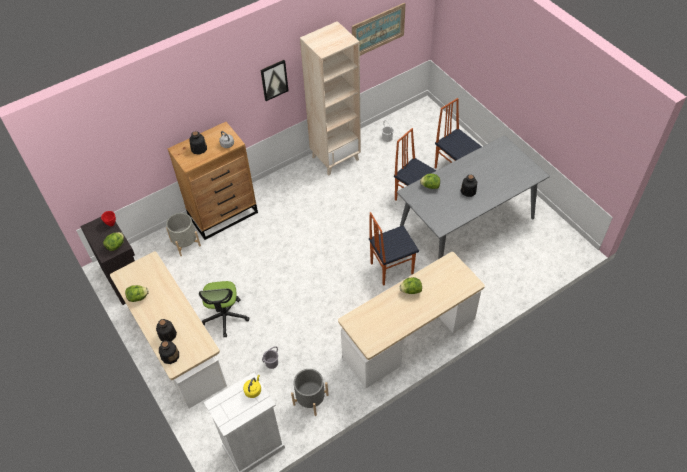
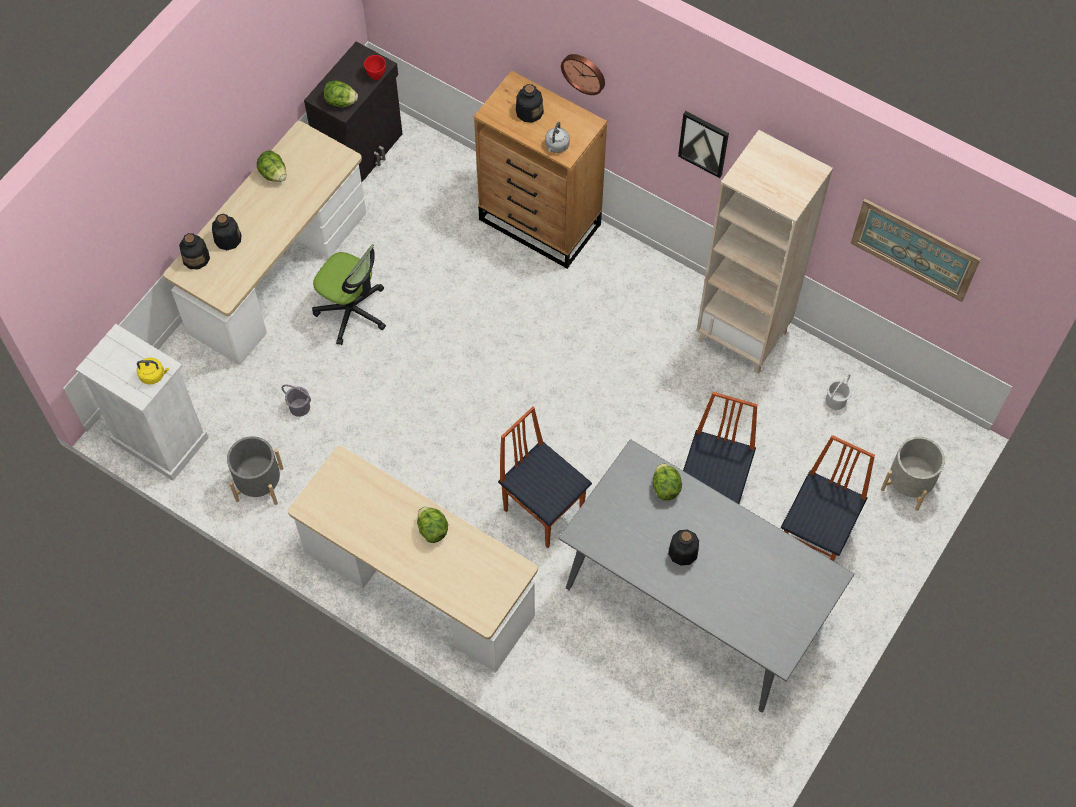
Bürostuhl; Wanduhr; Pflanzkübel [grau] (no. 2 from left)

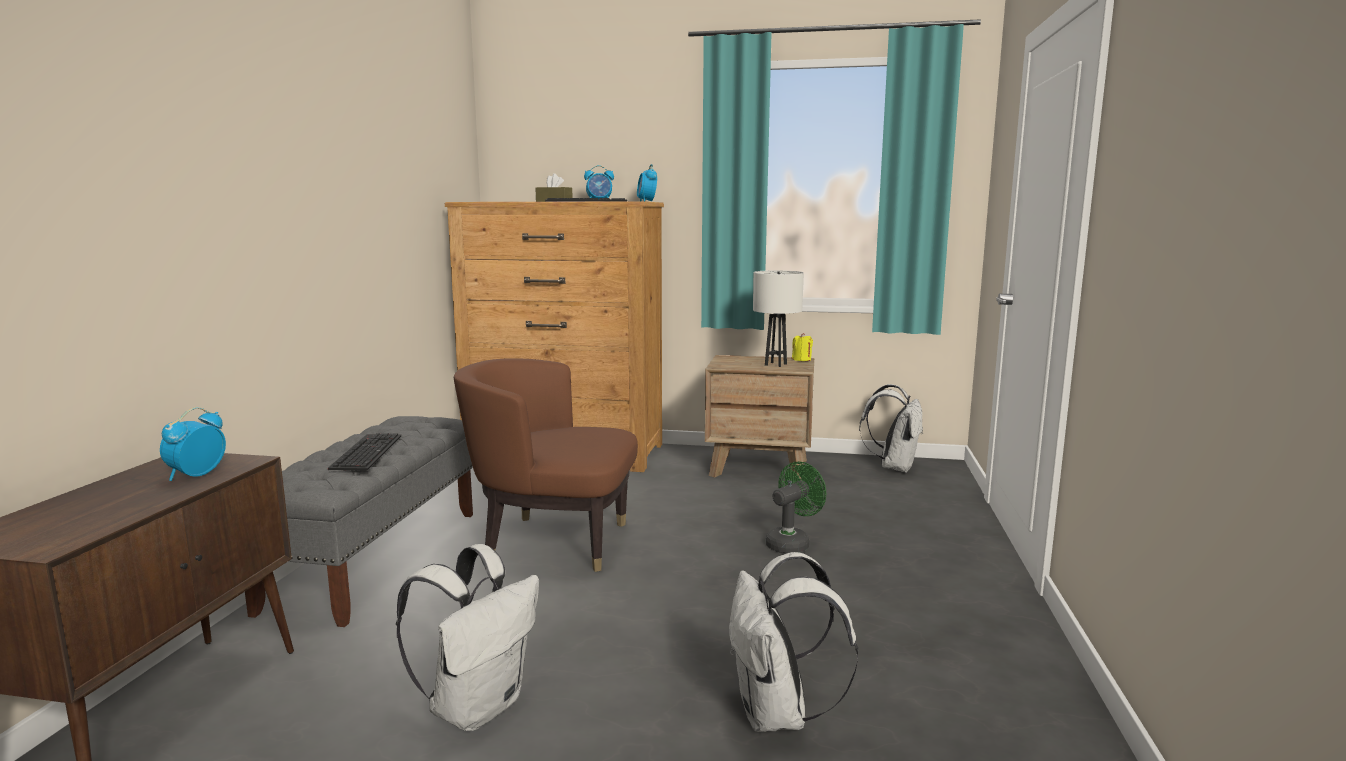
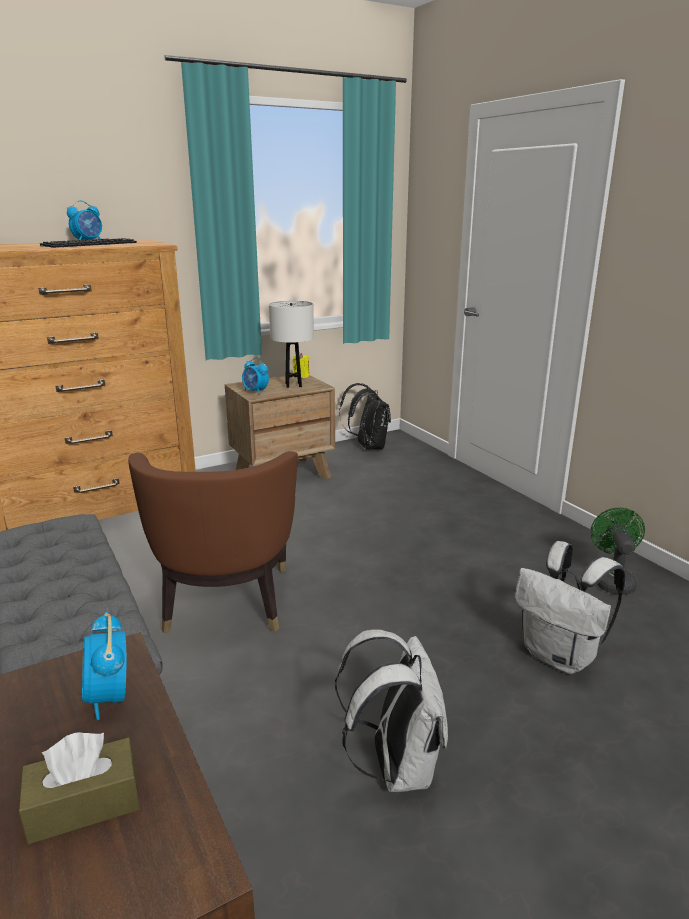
Taschentuchbox [braun]; Sessel [braun]; Wecker (no. 3 from left); Rucksack [schwarz]; Ventilator [grün]; Tastatur (no. 1 from left in the first image)

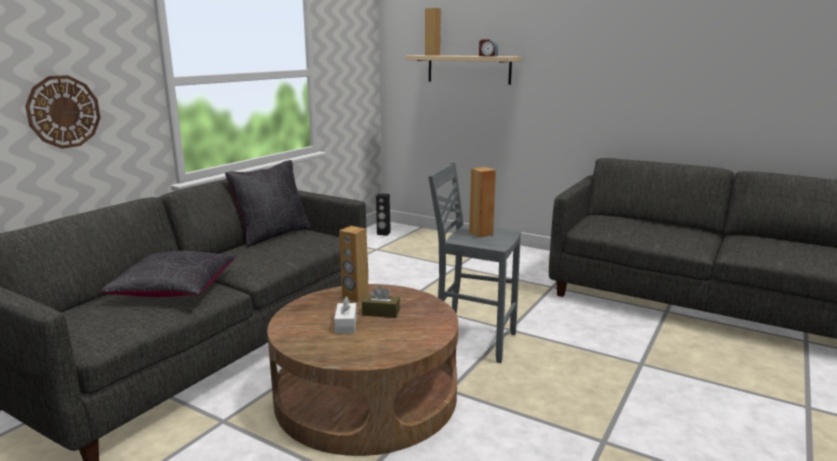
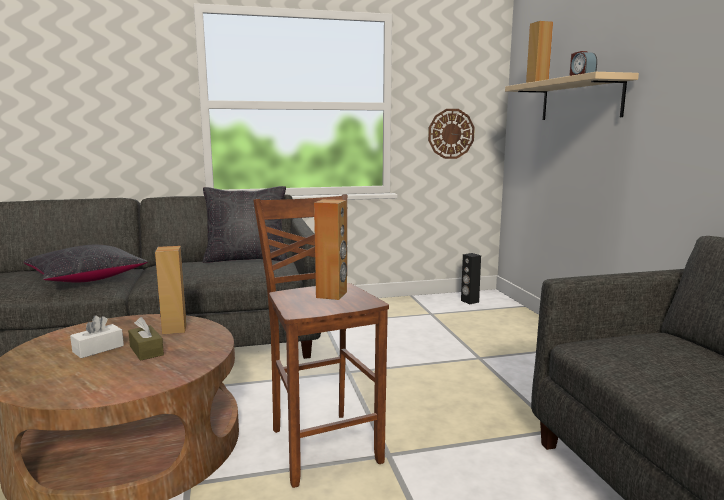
Hocker [braun]; Wanduhr

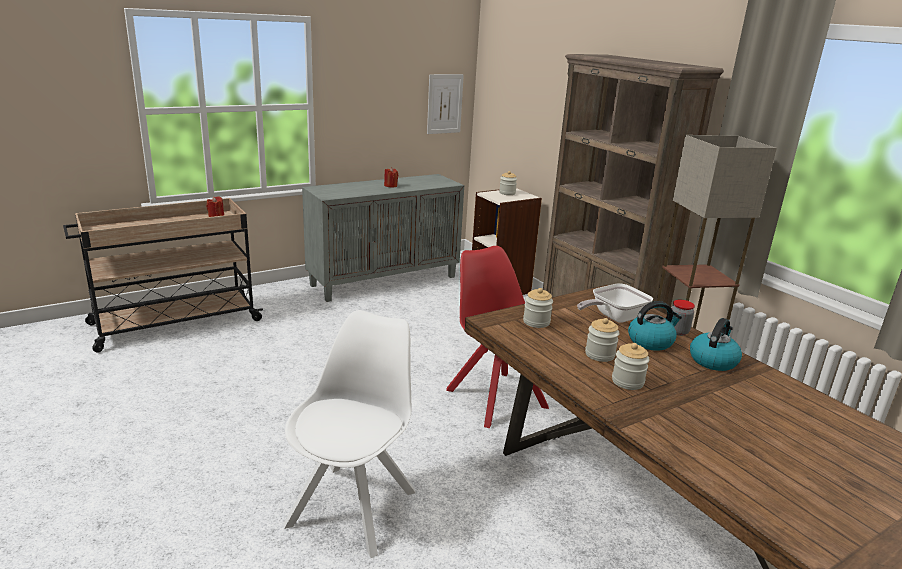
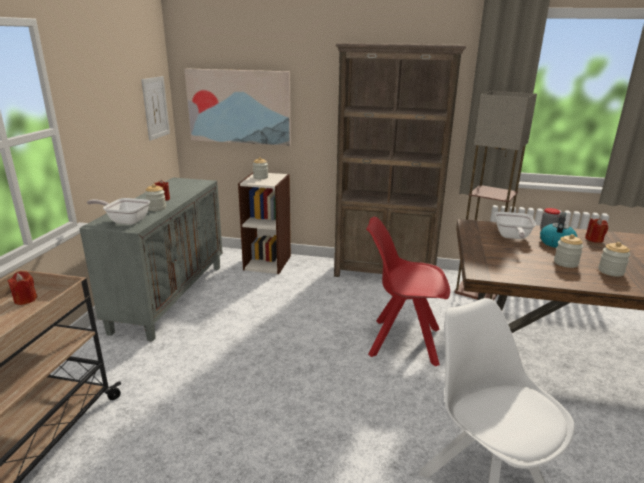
Pfanne (no. 1 from left); Vorratsglas (no. 1 from left); Bild (no. 2 from left); Kerze [rot] (no. 3 from left)

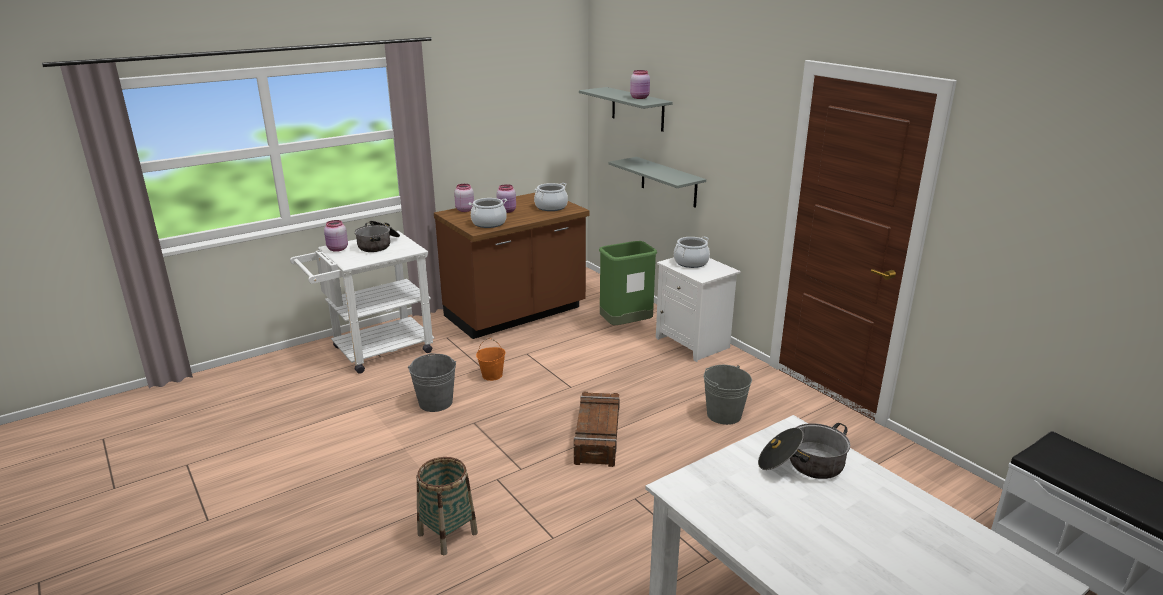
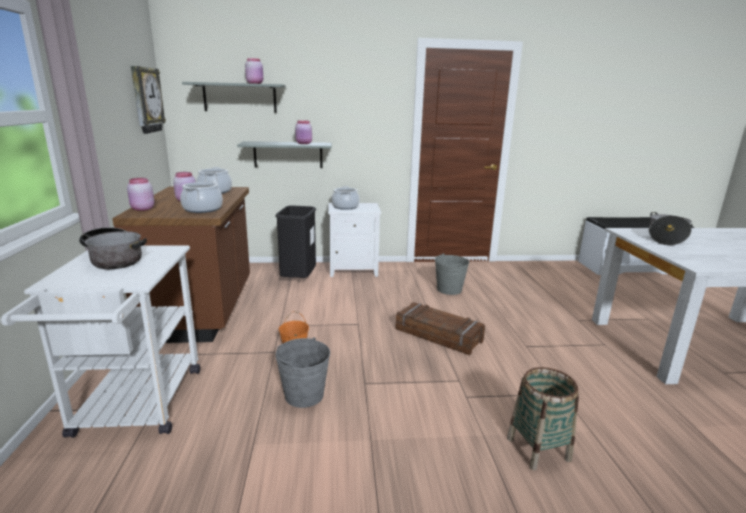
Wanduhr; Mülleimer [schwarz]; Vorratsglas [rosa] (no. 4 from left)

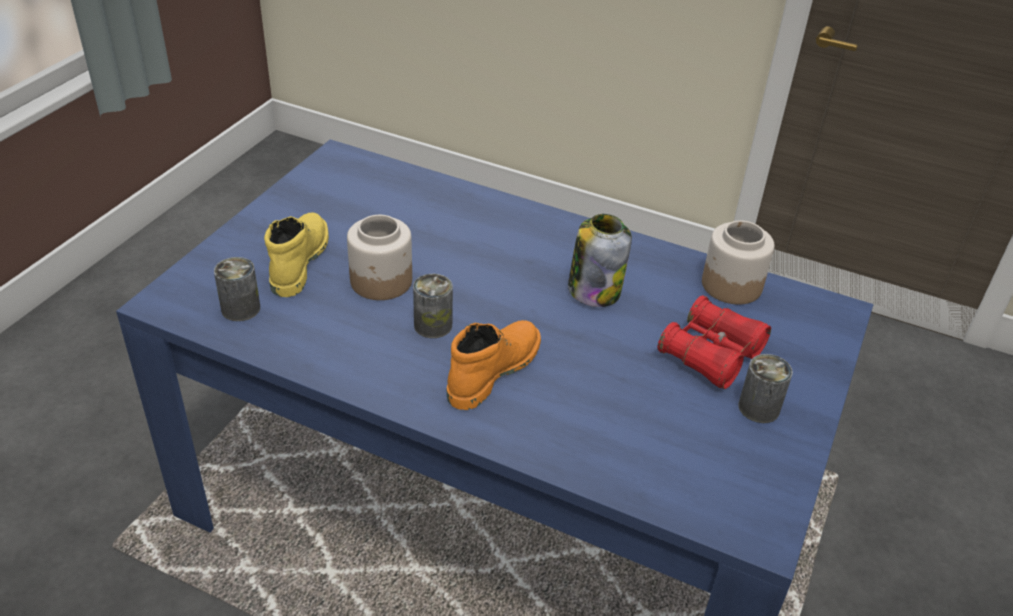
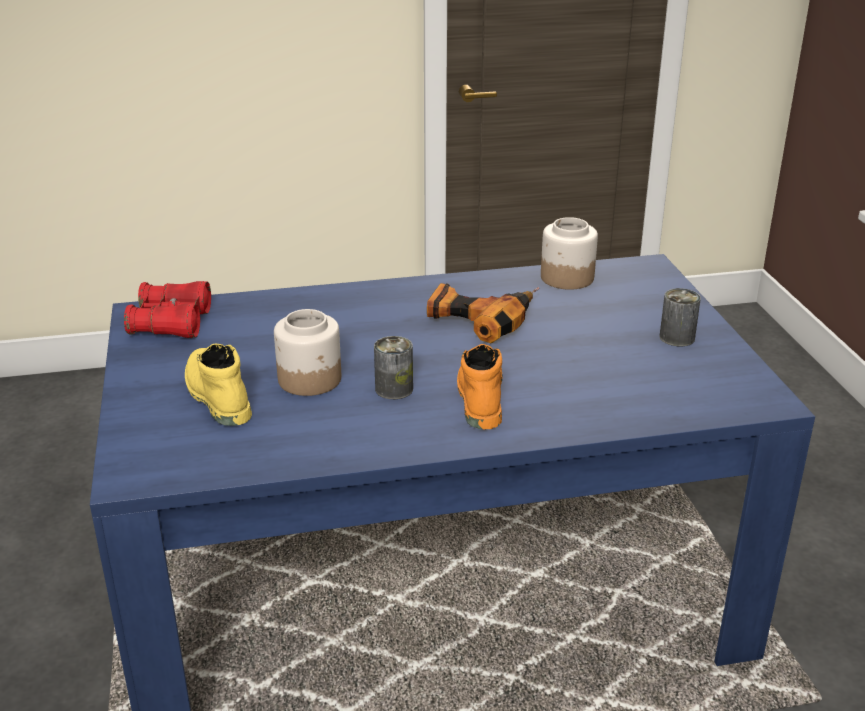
Fernglas [rot]; Bohrmaschine; Dose (no. 1 from left in the first image)

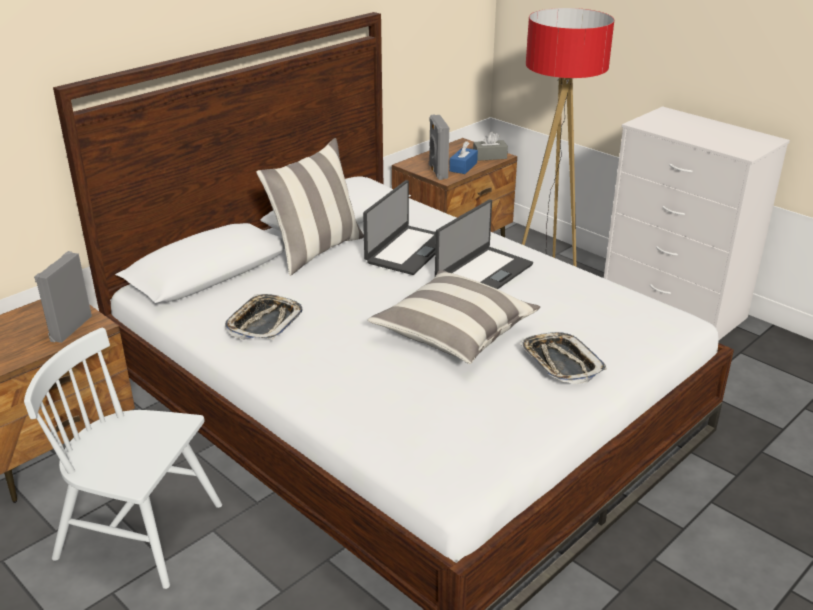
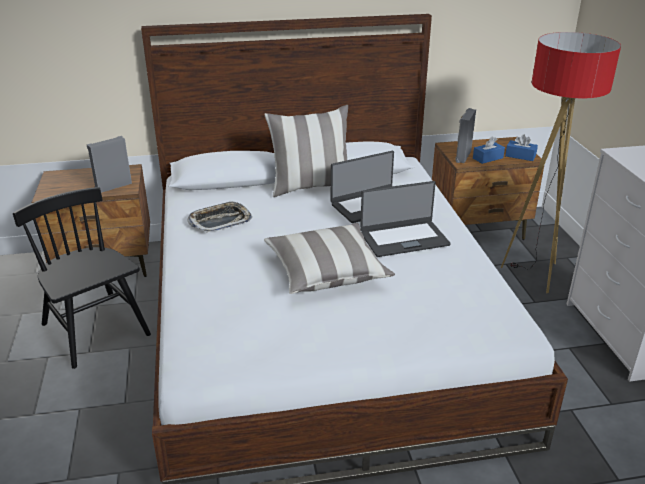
Stuhl [schwarz]; Taschentuchbox [blau] (no. 2 from left); Tablett (no. 2 from left in the first image)

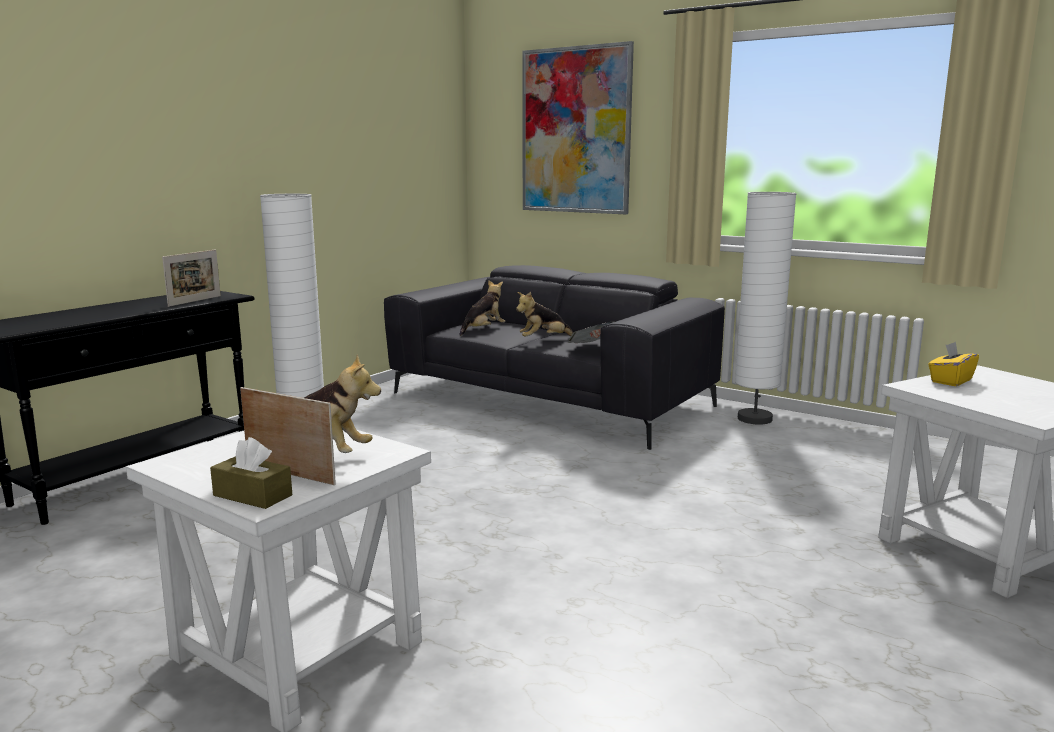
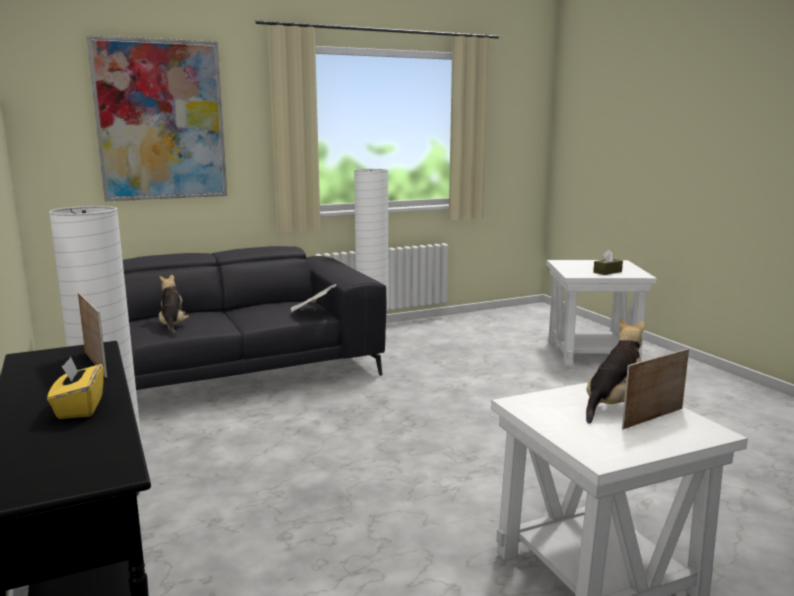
Taschentuchbox [gelb]; Taschentuchbox [braun]; Plüschtier (no. 3 from left in the first image)

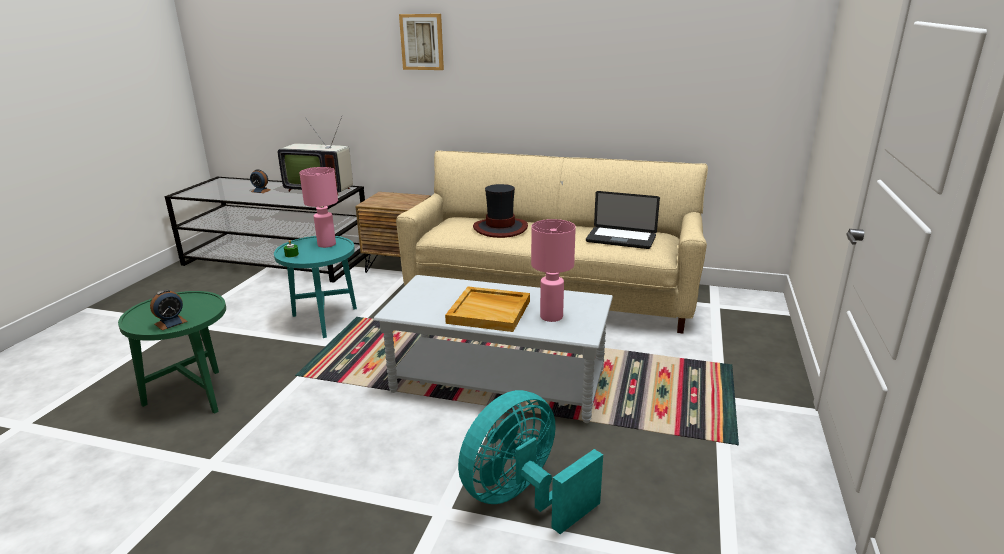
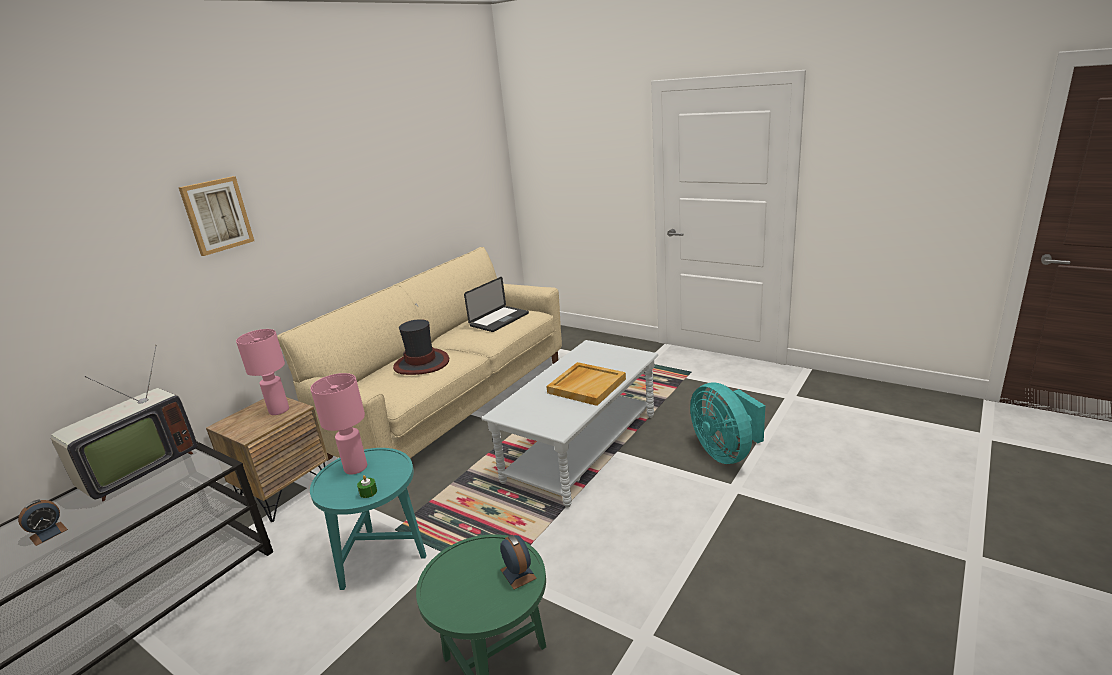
Tischlampe [rosa] (no. 1 from left)

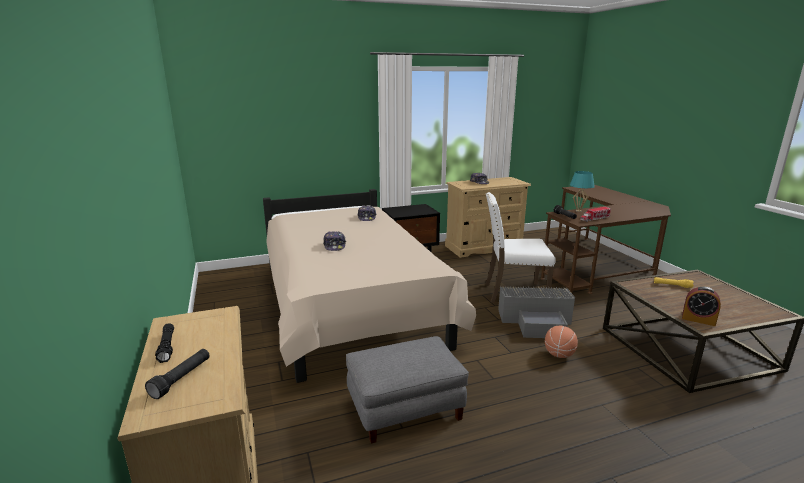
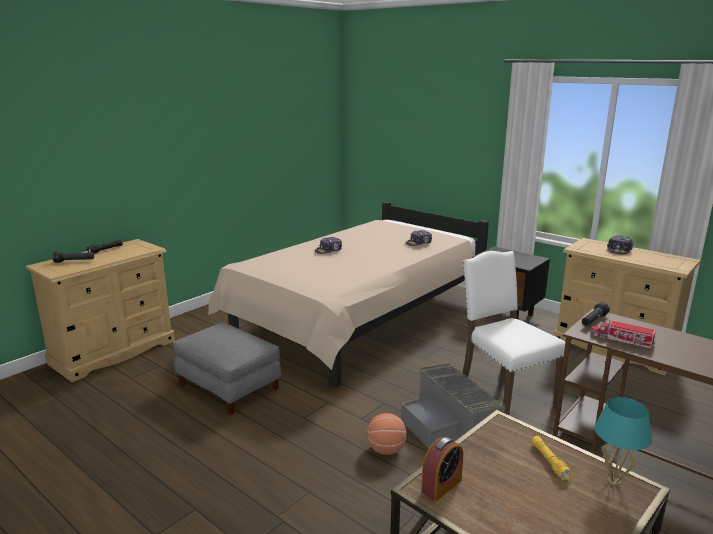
Wecker; Tischlampe [türkis]

